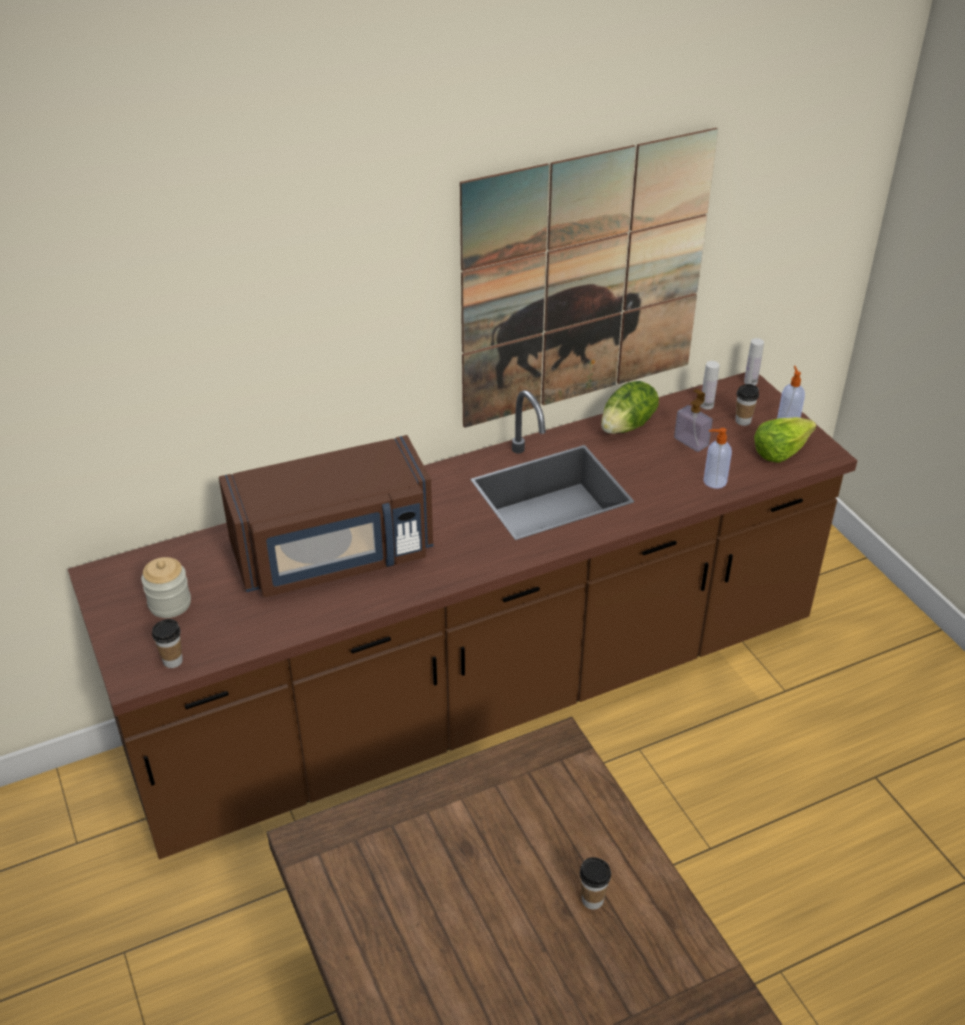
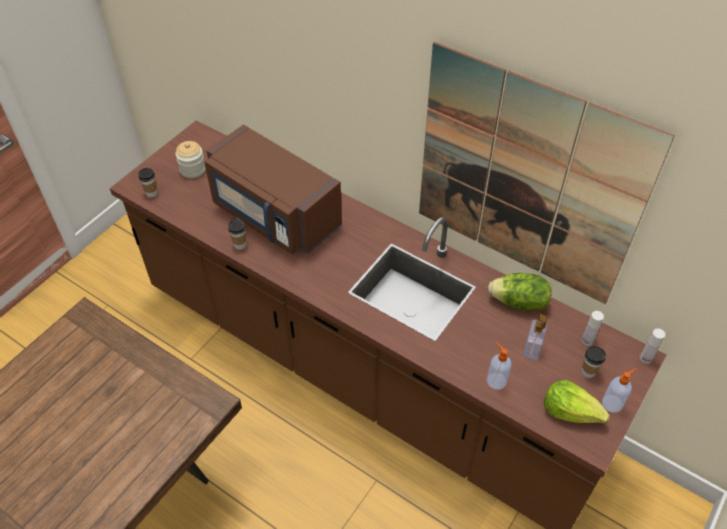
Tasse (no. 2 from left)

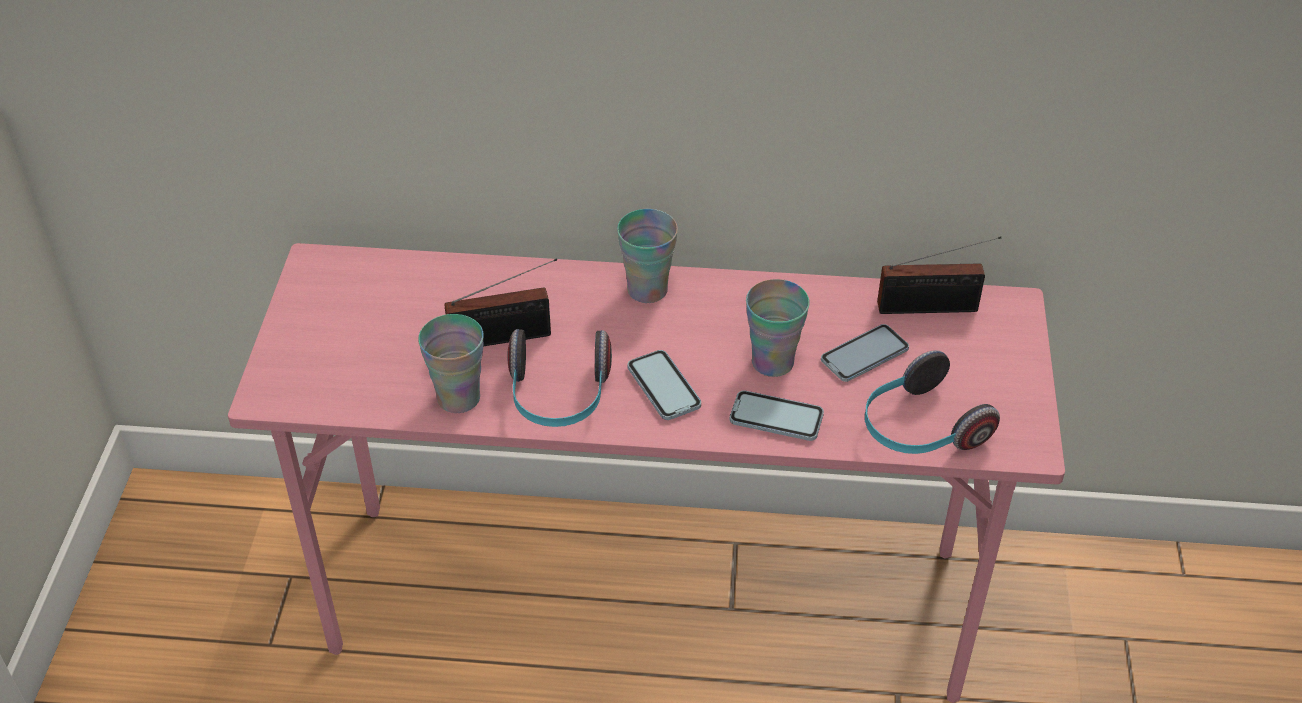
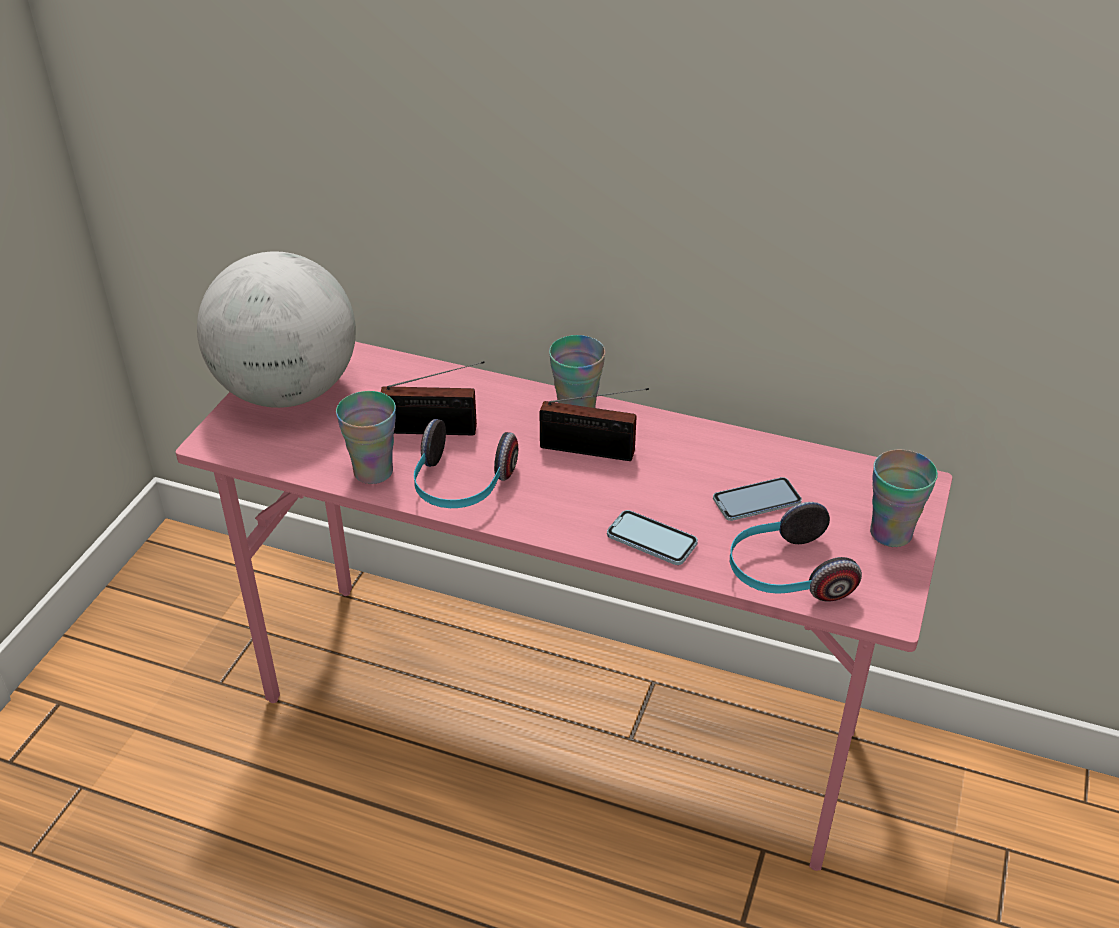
Globus; Radio (no. 2 from left); Tasse (no. 3 from left); Handy (no. 1 from left in the first image)

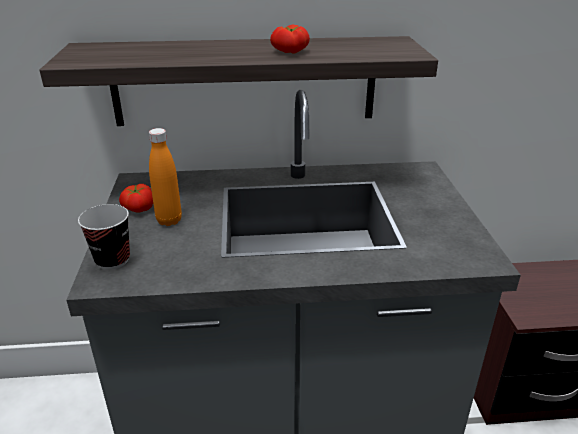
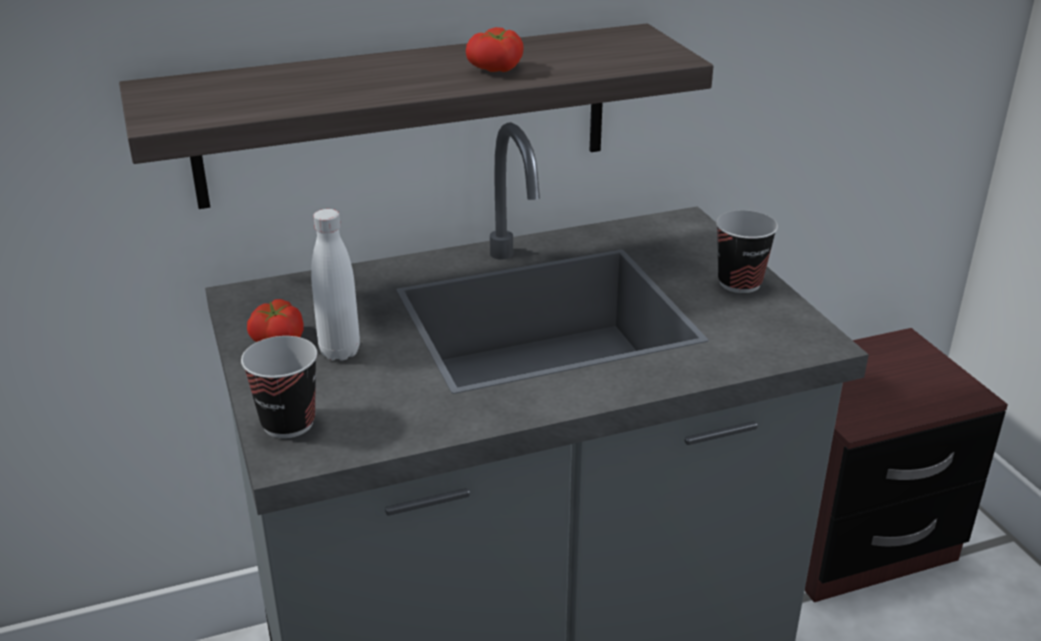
Flasche [weiß]; Tasse (no. 2 from left)

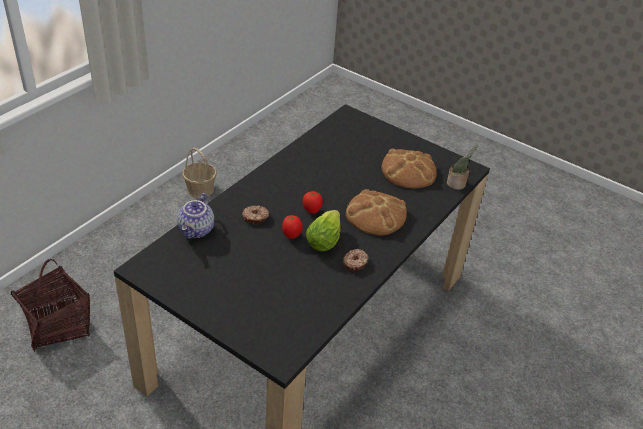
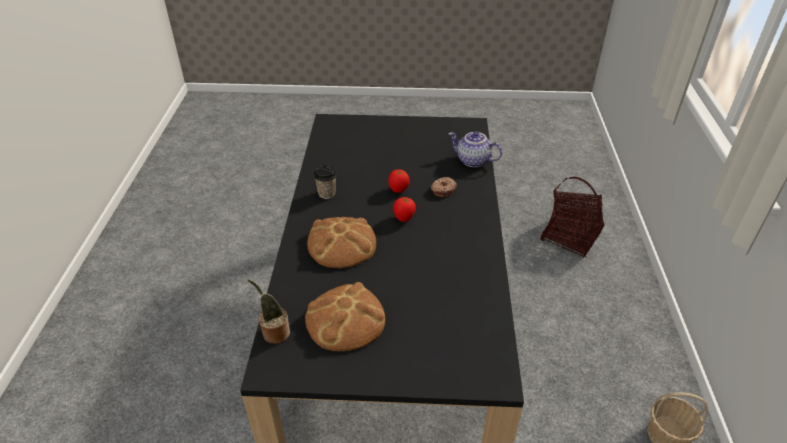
Tasse; Teekanne; Salatkopf

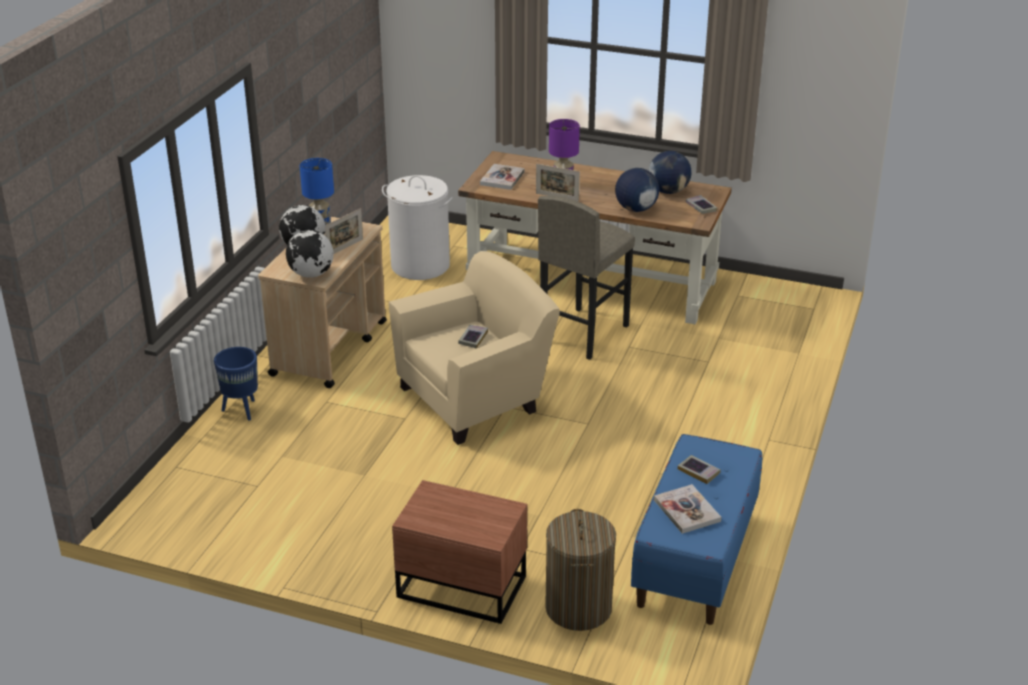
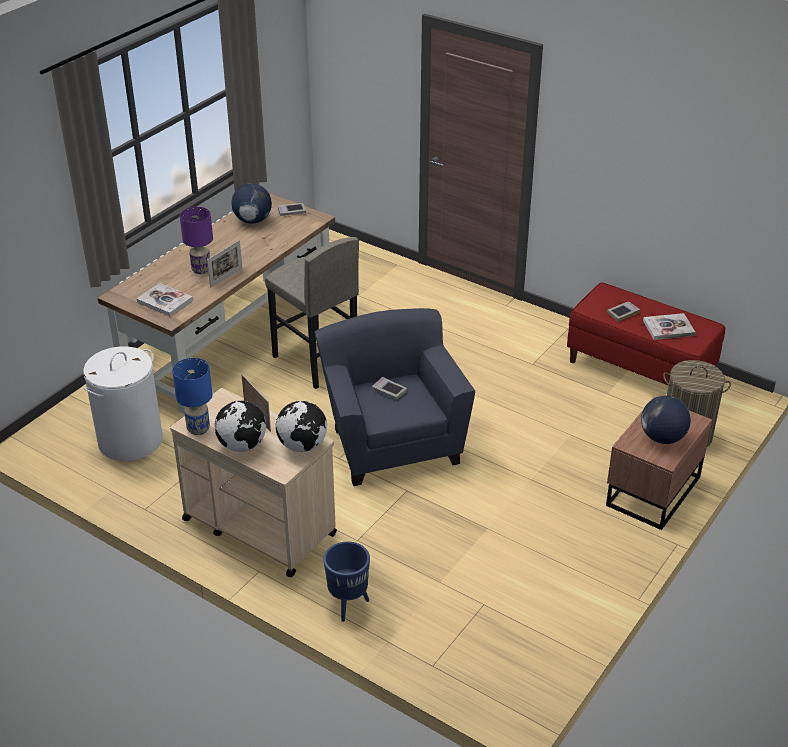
Sessel [blau]; Bank [rot]; Globus (no. 4 from left)

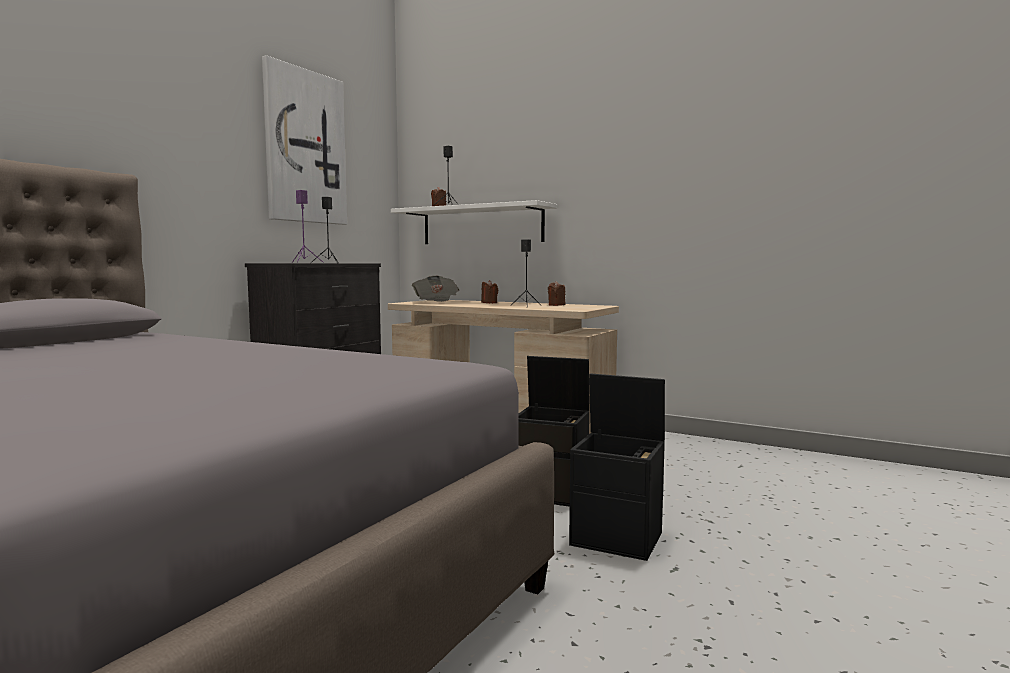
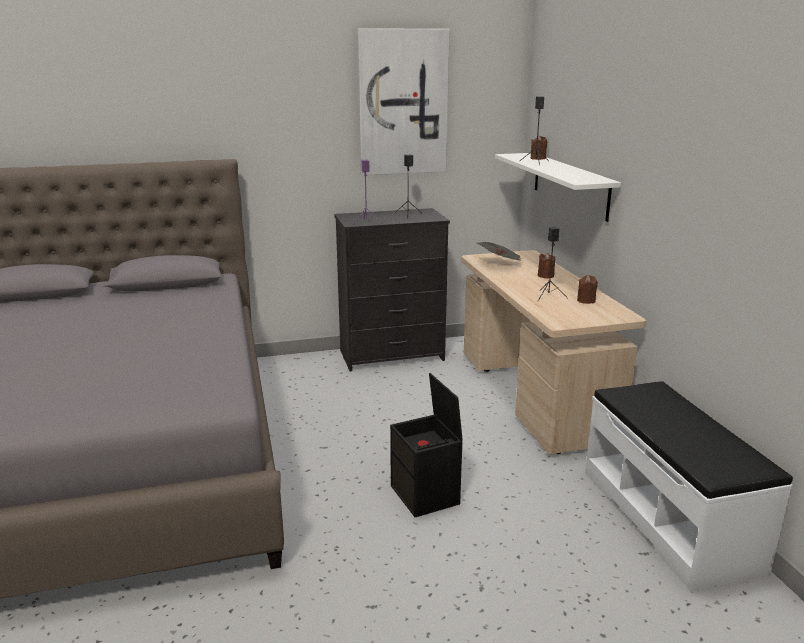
Bank [weiß]; Aufbewahrungsbox [schwarz] (no. 2 from left in the first image)

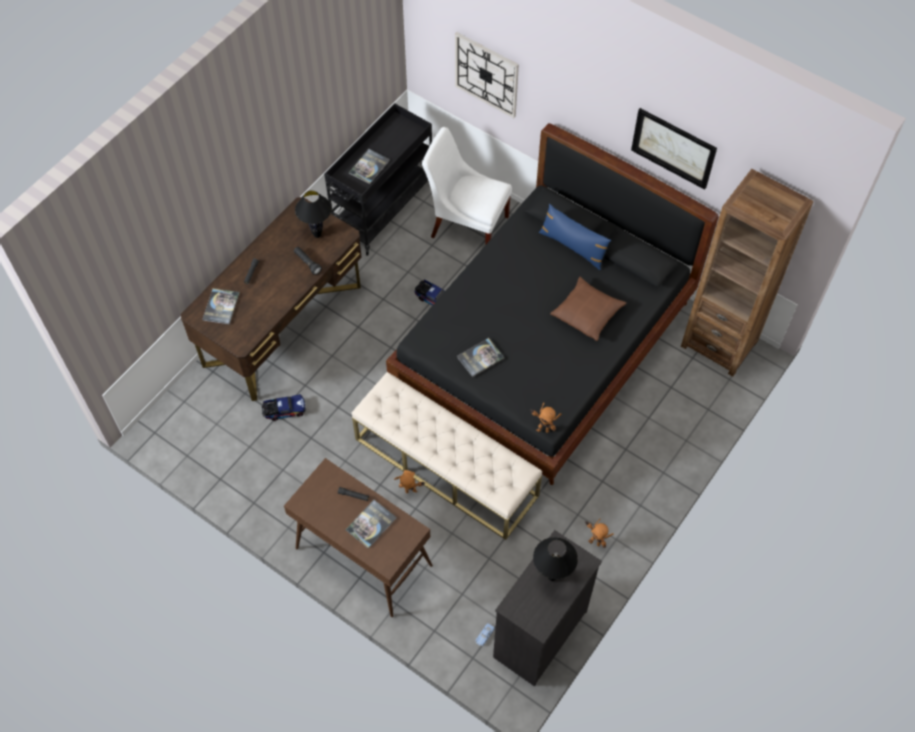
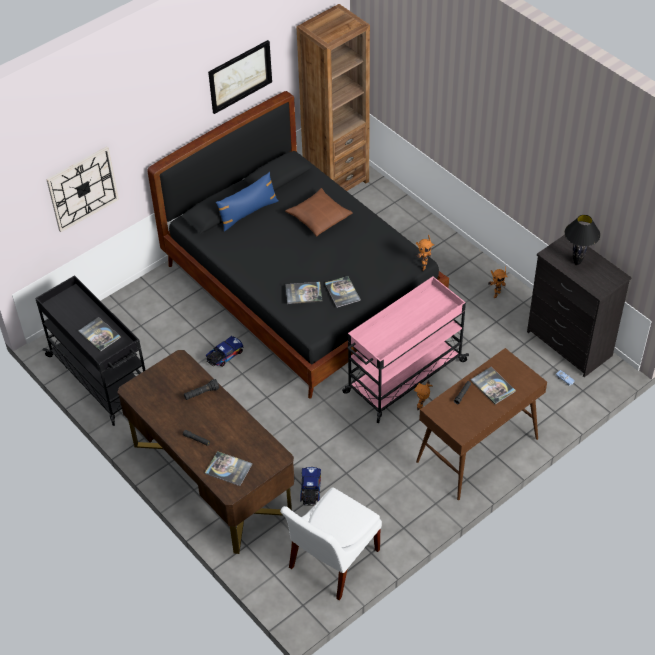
Stuhl [weiß]; Buch (no. 3 from left); Rollwagen [rosa]; Tischlampe [schwarz] (no. 1 from left in the first image)

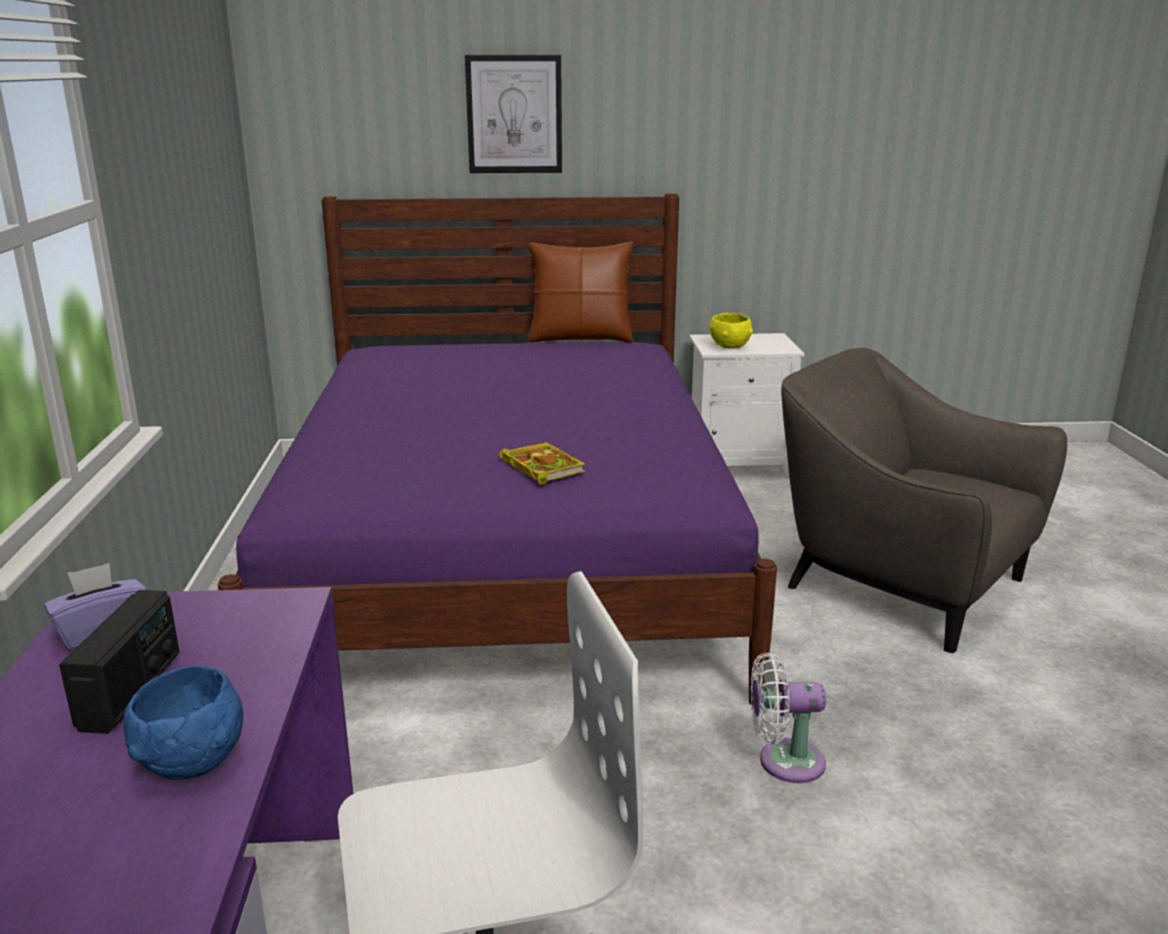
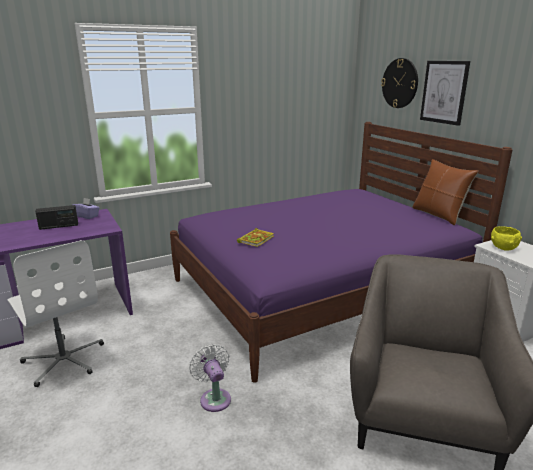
Wanduhr; Schüssel [blau]

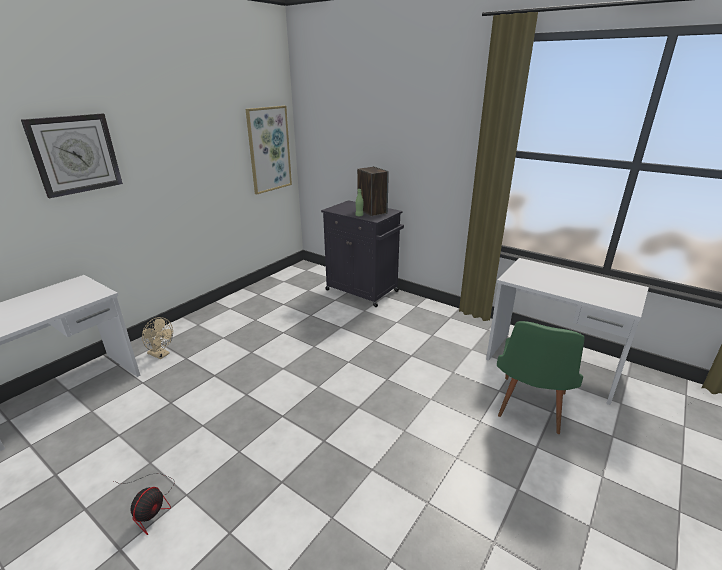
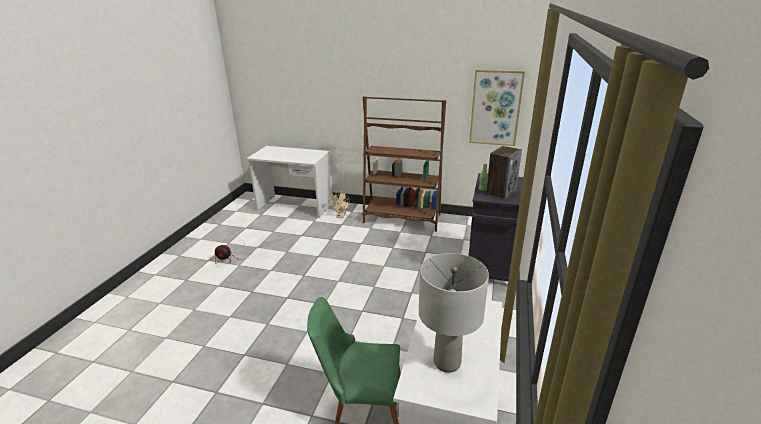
Bücherregal [braun]; Tischlampe [grau]; Wanduhr

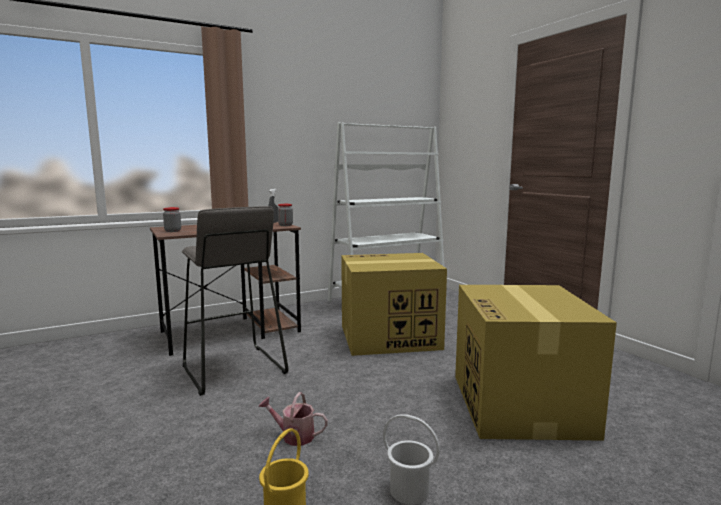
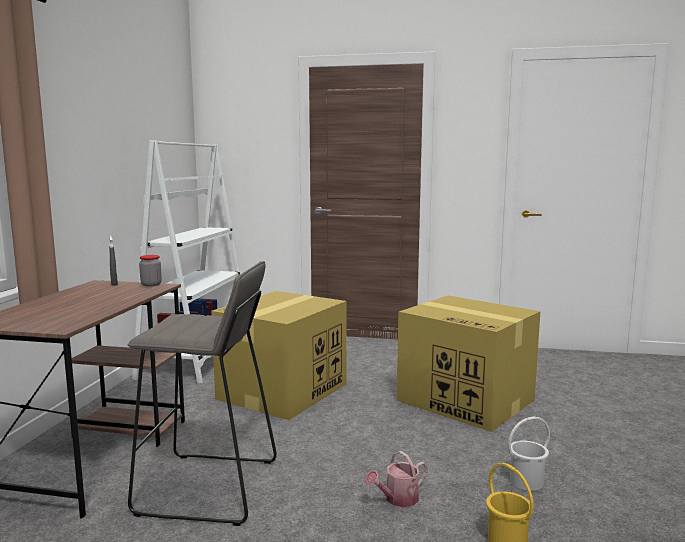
Vorratsglas (no. 1 from left in the first image)

